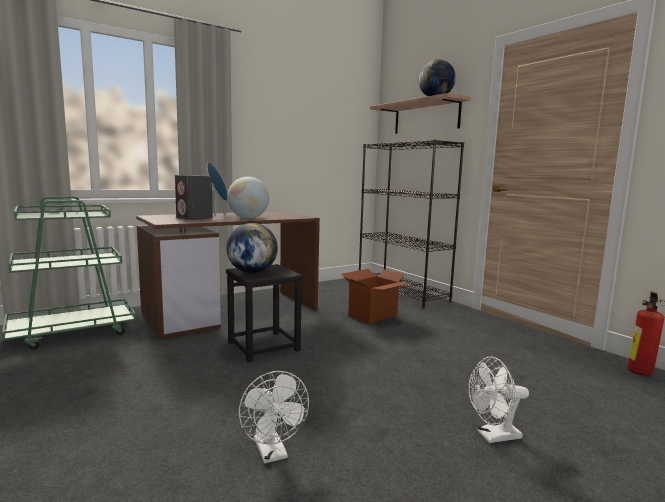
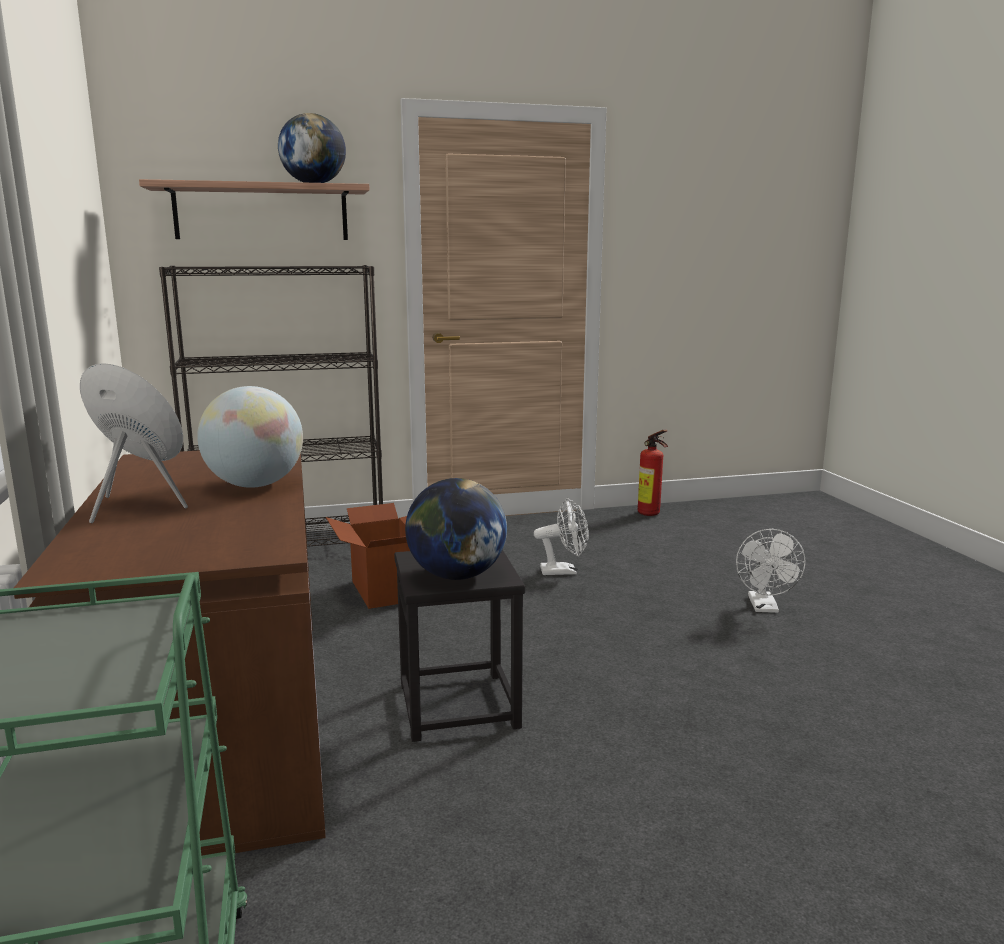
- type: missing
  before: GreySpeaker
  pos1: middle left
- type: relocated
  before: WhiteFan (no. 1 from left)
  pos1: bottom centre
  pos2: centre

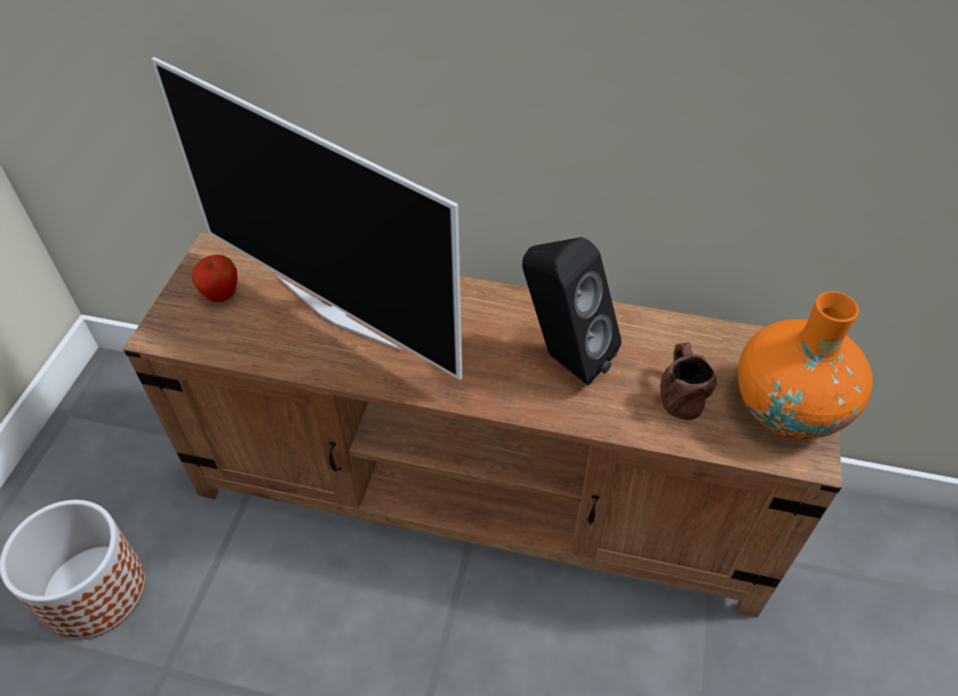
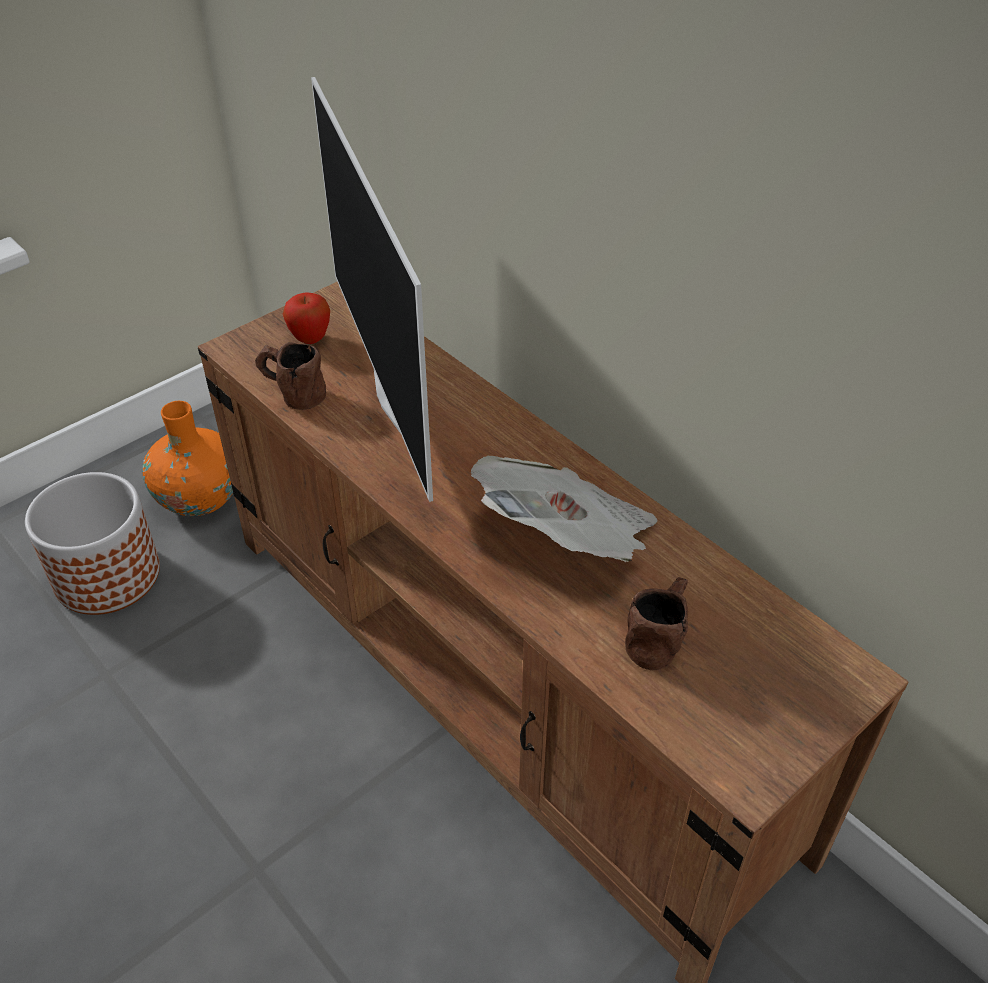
- type: exchanged
  before: BlackSpeaker
  after: Newspaper
  pos1: centre
  pos2: centre
- type: relocated
  before: OrangeVase
  pos1: middle right
  pos2: middle left
- type: appeared
  after: BrownMug (no. 1 from left)
  pos2: middle left

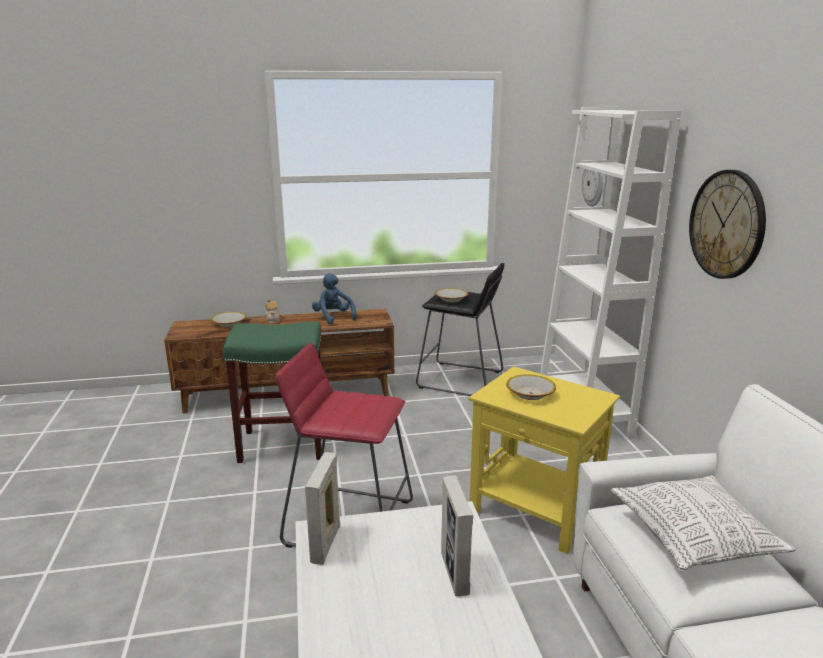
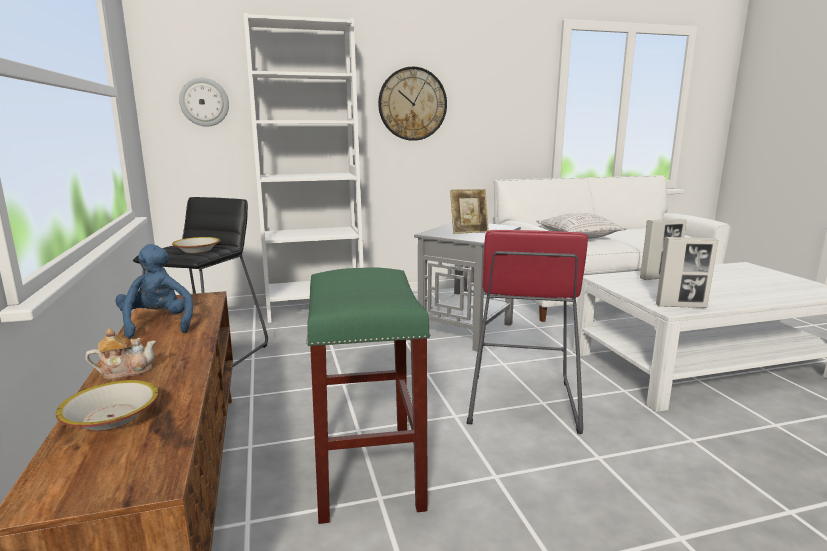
- type: spun
  before: BluePlushToy
  pos1: centre
  pos2: middle left
  turn: 105
- type: colour
  before: YellowSideTable
  after: GreySideTable
  pos1: bottom centre
  pos2: centre
- type: exchanged
  before: Bowl (no. 3 from left)
  after: PictureFrame (no. 1 from left)
  pos1: centre
  pos2: centre

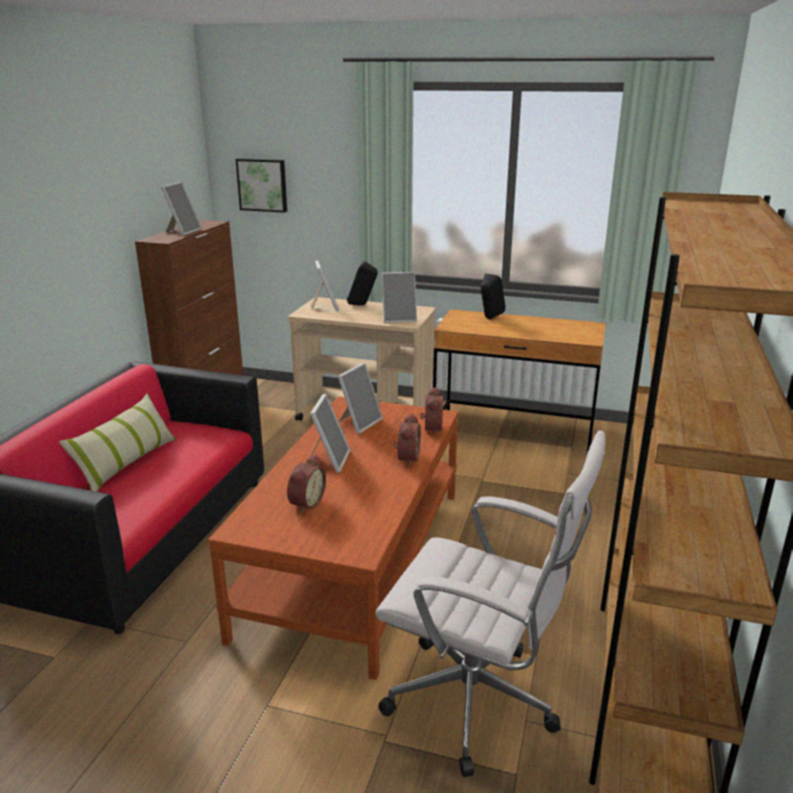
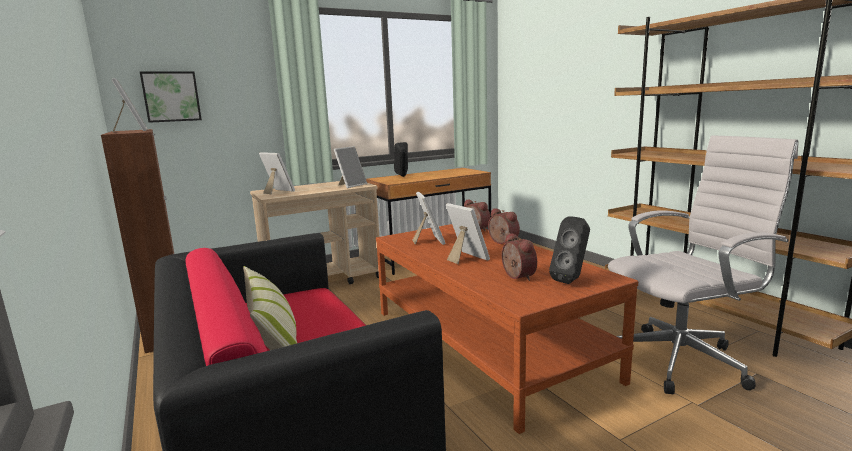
- type: relocated
  before: BlackSpeaker (no. 1 from left in the first image)
  after: BlackSpeaker (no. 2 from left)
  pos1: centre
  pos2: middle right

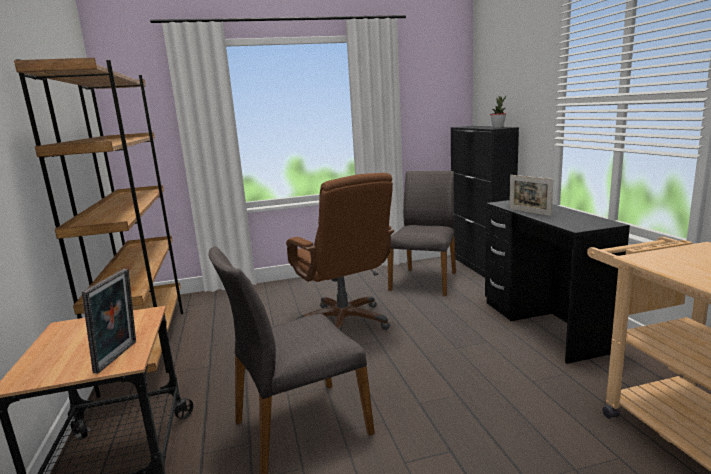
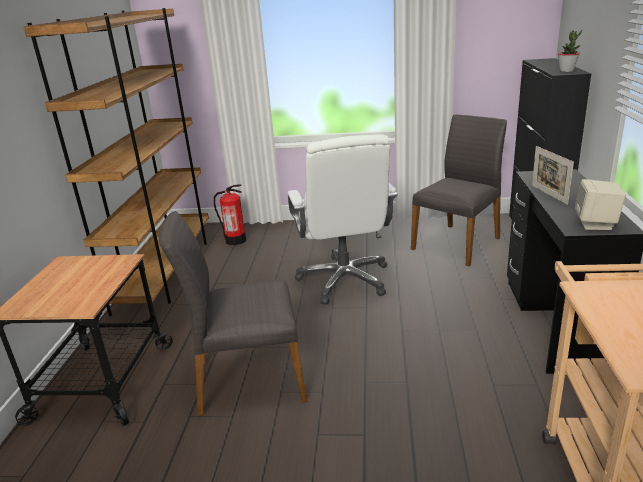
- type: colour
  before: BrownOfficeChair
  after: WhiteOfficeChair
  pos1: centre
  pos2: centre
- type: missing
  before: PictureFrame (no. 1 from left)
  pos1: bottom left
- type: appeared
  after: BeigeSpeaker
  pos2: middle right
- type: appeared
  after: FireExtinguisher
  pos2: centre

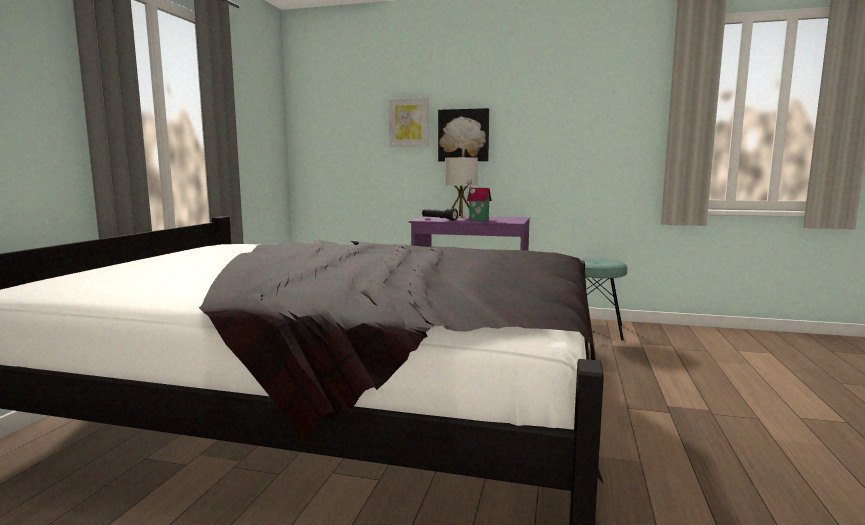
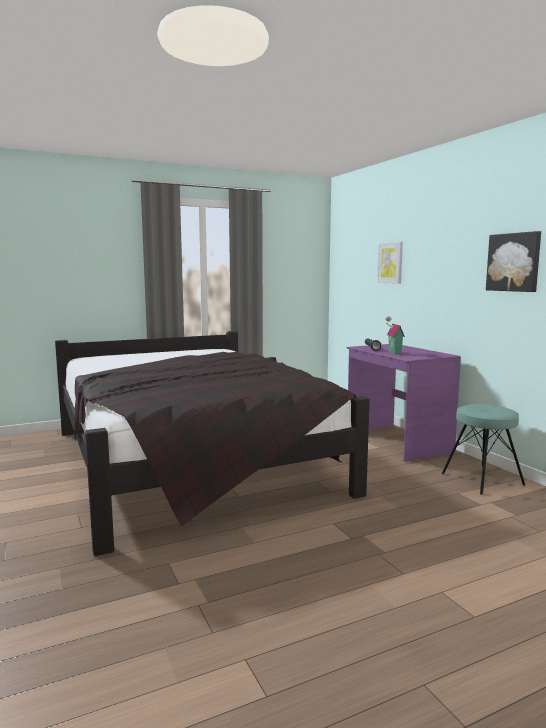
- type: relocated
  before: Picture (no. 2 from left)
  pos1: top centre
  pos2: middle right
- type: missing
  before: TableLamp
  pos1: centre

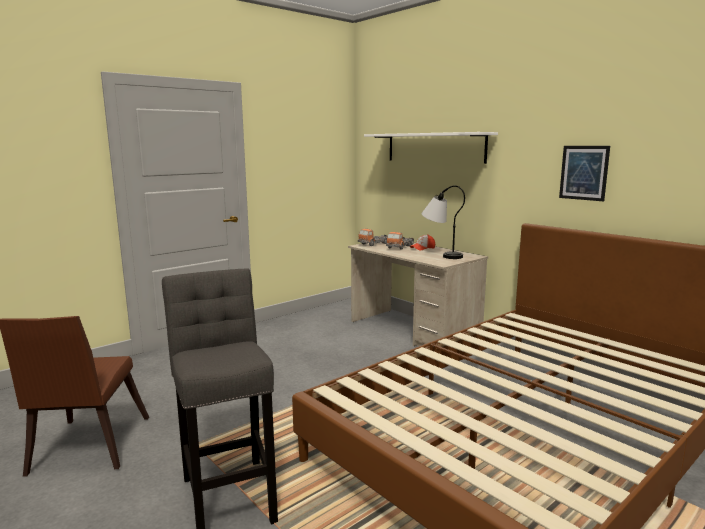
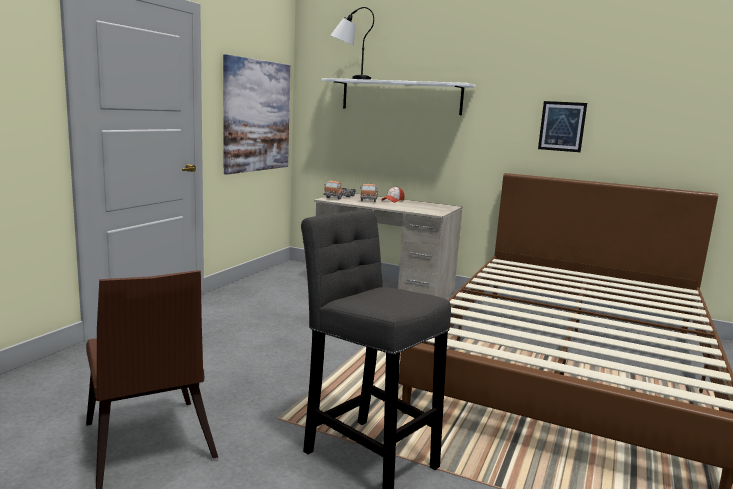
- type: relocated
  before: TableLamp
  pos1: centre
  pos2: top centre
- type: appeared
  after: Picture (no. 1 from left)
  pos2: top centre

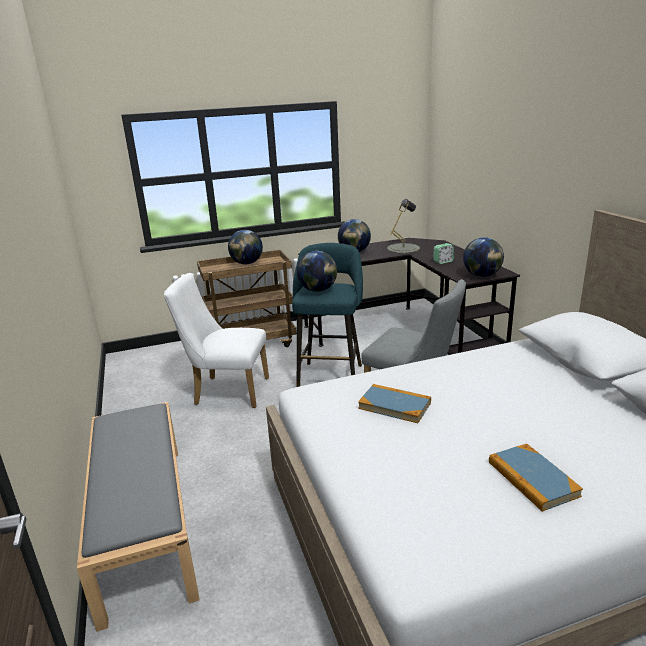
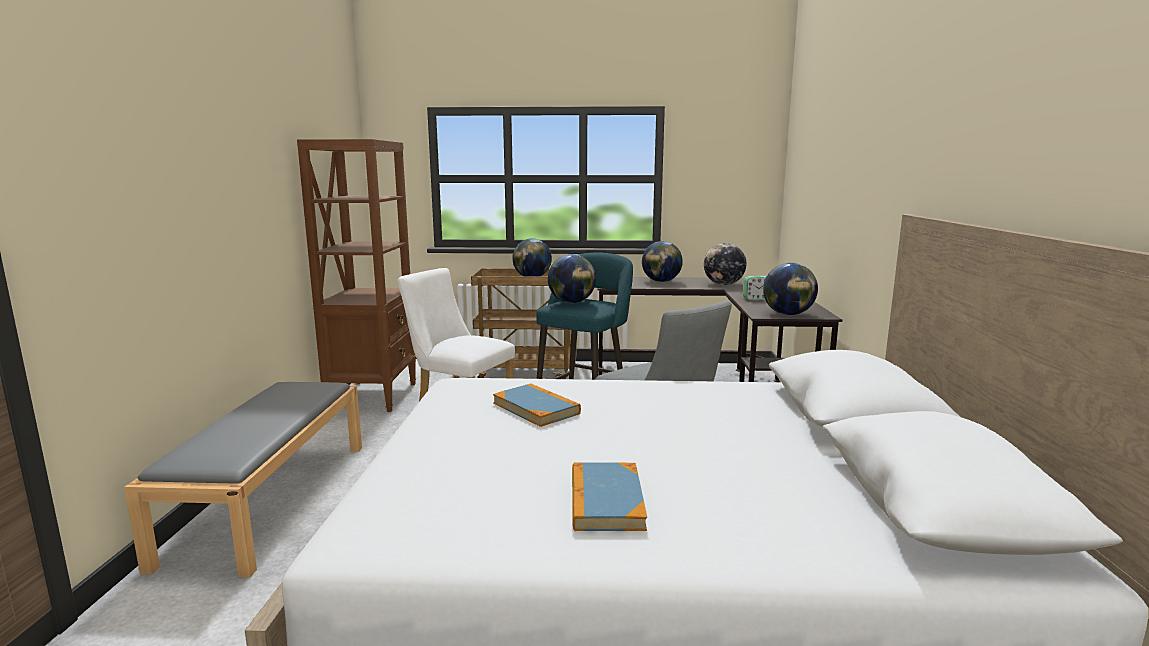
- type: exchanged
  before: GreyTableLamp
  after: Globe (no. 4 from left)
  pos1: centre
  pos2: centre
- type: appeared
  after: BrownBookcase
  pos2: middle left

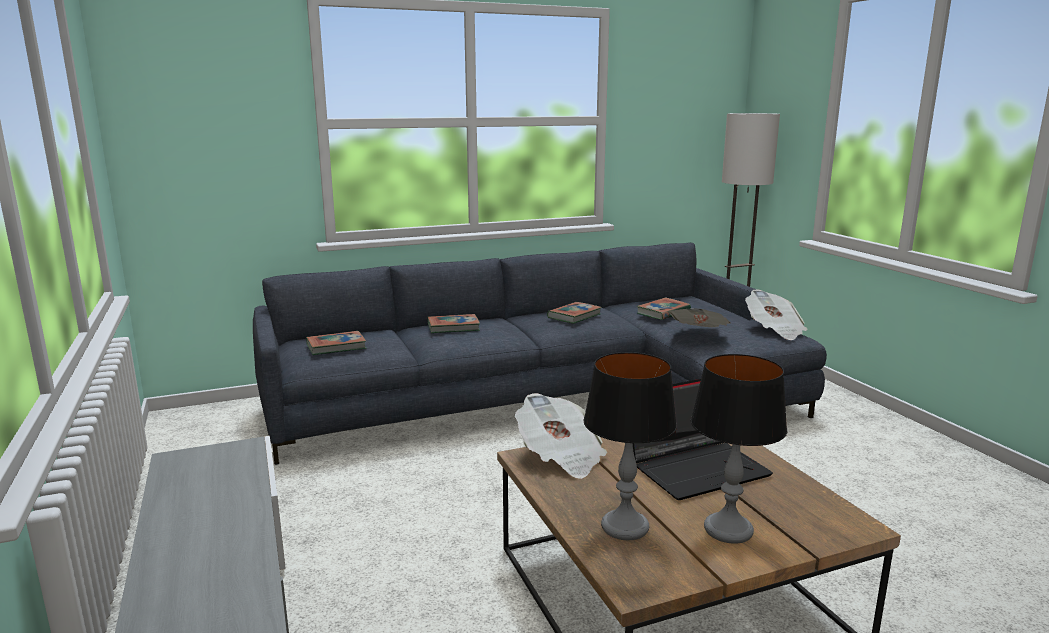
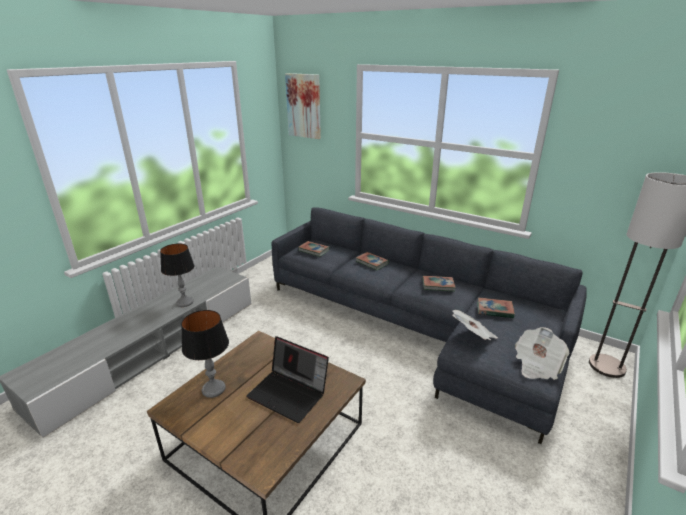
- type: relocated
  before: TableLamp (no. 2 from left in the first image)
  after: TableLamp (no. 1 from left)
  pos1: bottom right
  pos2: middle left
- type: missing
  before: Newspaper (no. 1 from left)
  pos1: bottom centre
- type: appeared
  after: Picture
  pos2: top centre

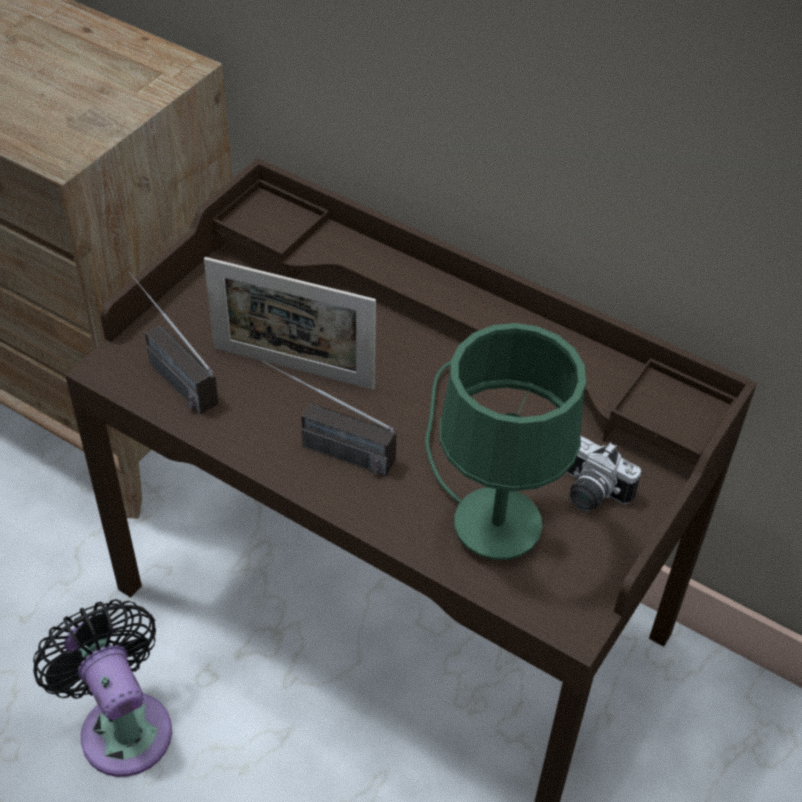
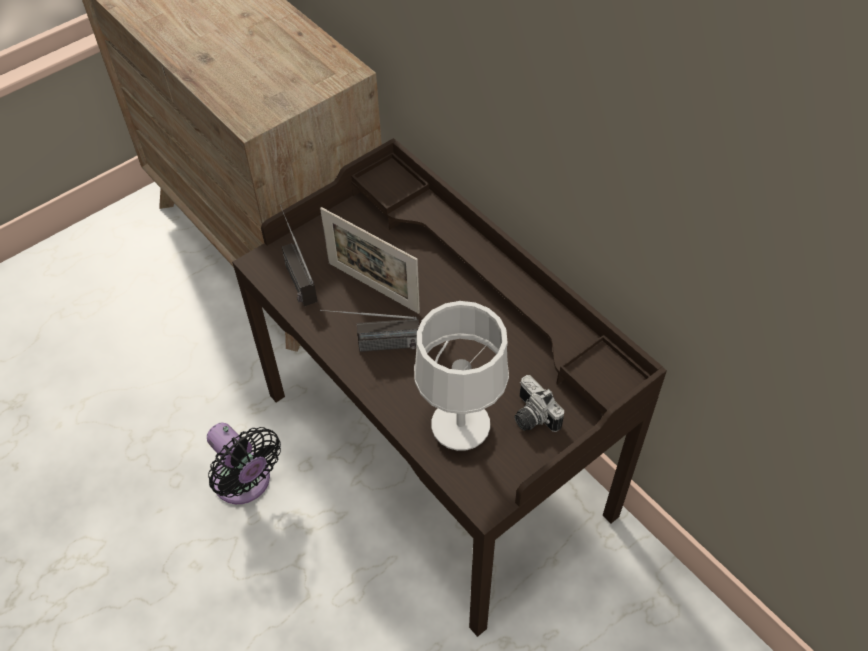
- type: colour
  before: GreenTableLamp
  after: WhiteTableLamp
  pos1: centre
  pos2: centre
- type: spun
  before: Radio (no. 2 from left)
  pos1: centre
  pos2: centre
  turn: -45
- type: spun
  before: BlackFan
  pos1: bottom left
  pos2: bottom left
  turn: 150

